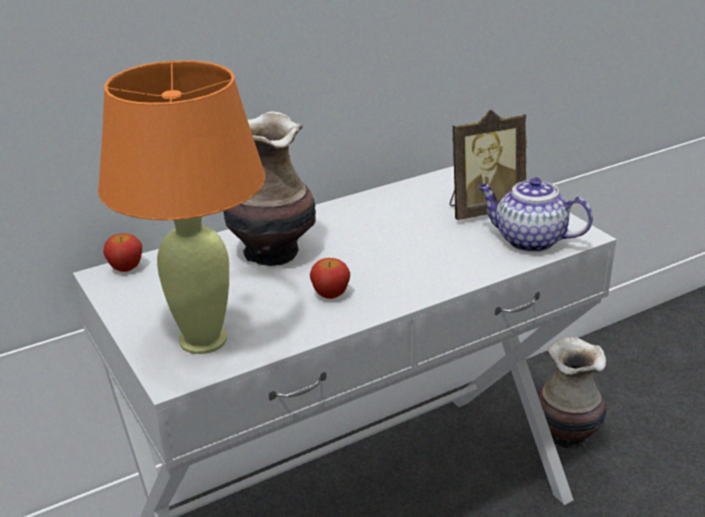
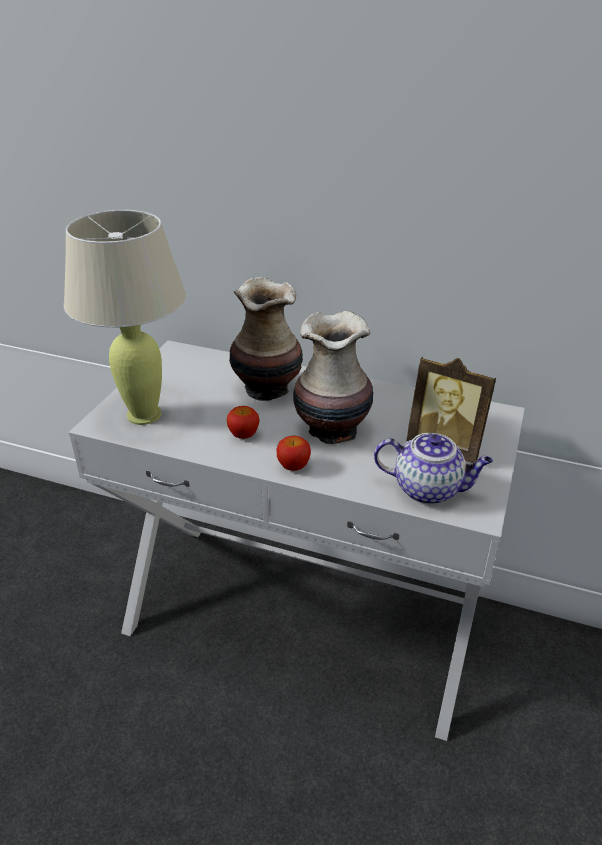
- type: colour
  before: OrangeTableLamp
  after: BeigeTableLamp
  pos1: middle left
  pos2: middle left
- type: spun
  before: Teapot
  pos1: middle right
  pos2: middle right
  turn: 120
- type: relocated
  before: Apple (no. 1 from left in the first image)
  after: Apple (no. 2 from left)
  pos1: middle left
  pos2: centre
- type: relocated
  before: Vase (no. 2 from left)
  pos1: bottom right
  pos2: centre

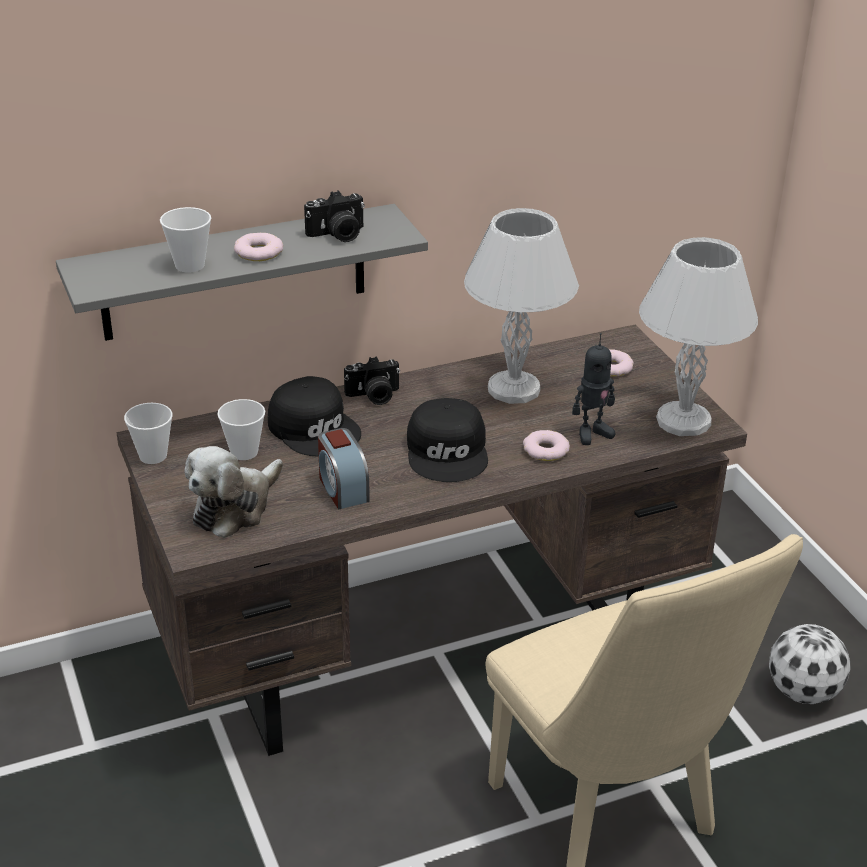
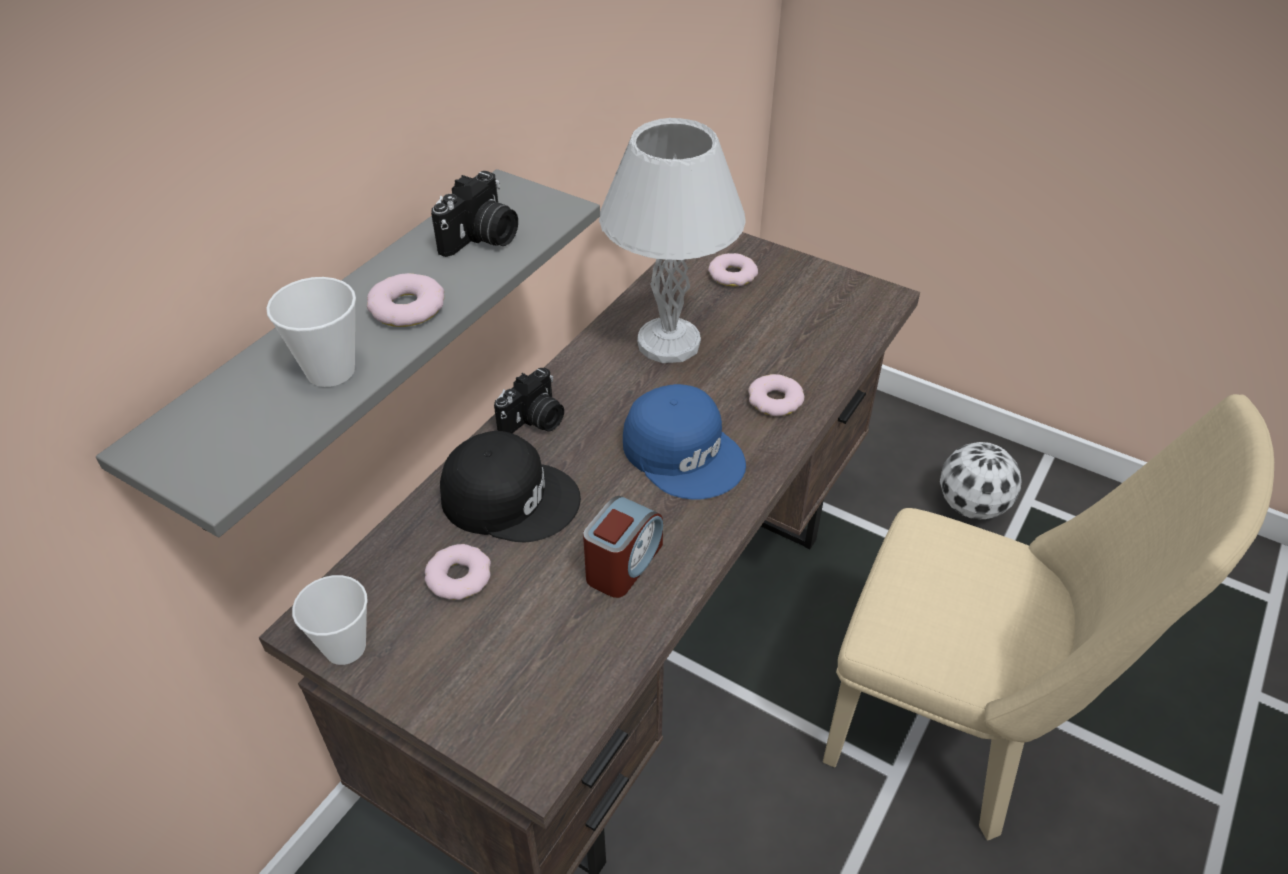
- type: missing
  before: WhiteTableLamp (no. 2 from left)
  pos1: middle right
- type: missing
  before: ToyRobot
  pos1: middle right
- type: colour
  before: BlackCap (no. 2 from left)
  after: BlueCap
  pos1: centre
  pos2: centre
- type: exchanged
  before: Cup (no. 3 from left)
  after: Donut (no. 2 from left)
  pos1: middle left
  pos2: centre
- type: spun
  before: AlarmClock
  pos1: centre
  pos2: centre
  turn: -90
- type: missing
  before: PlushToy
  pos1: middle left

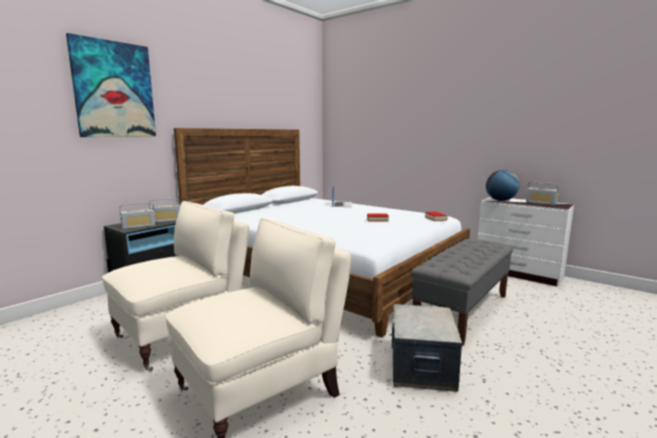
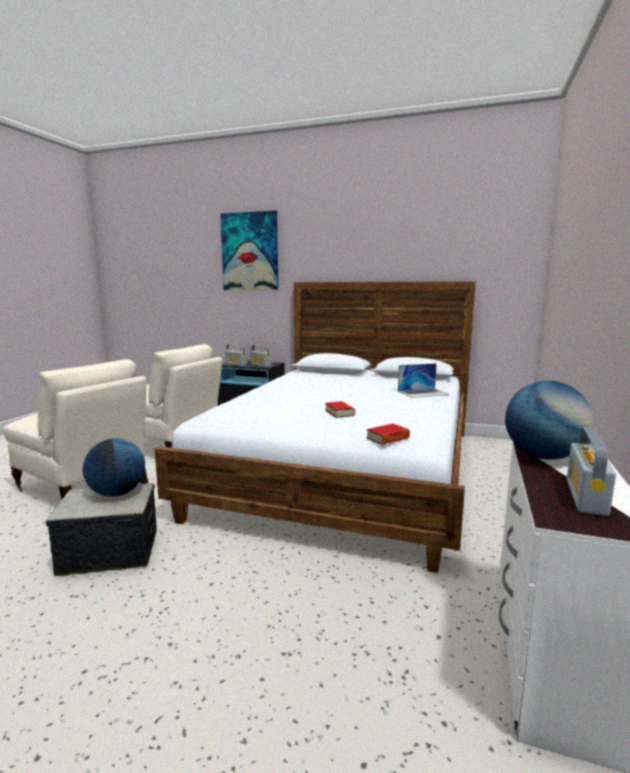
- type: missing
  before: GreyBench
  pos1: bottom right
- type: appeared
  after: Globe (no. 1 from left)
  pos2: middle left

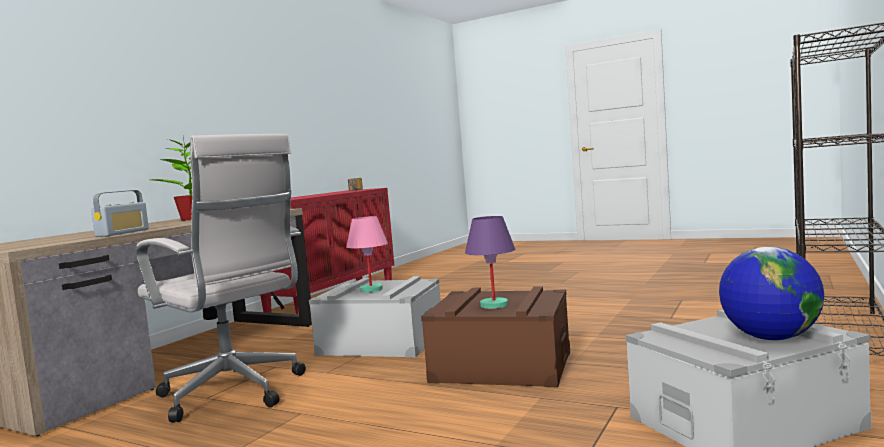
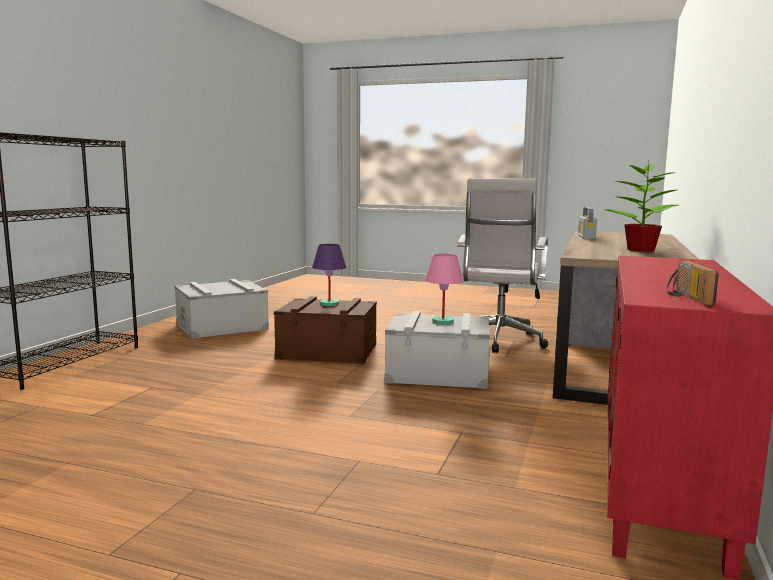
- type: spun
  before: WhiteOfficeChair
  pos1: middle left
  pos2: centre
  turn: -105
- type: missing
  before: Globe
  pos1: middle right

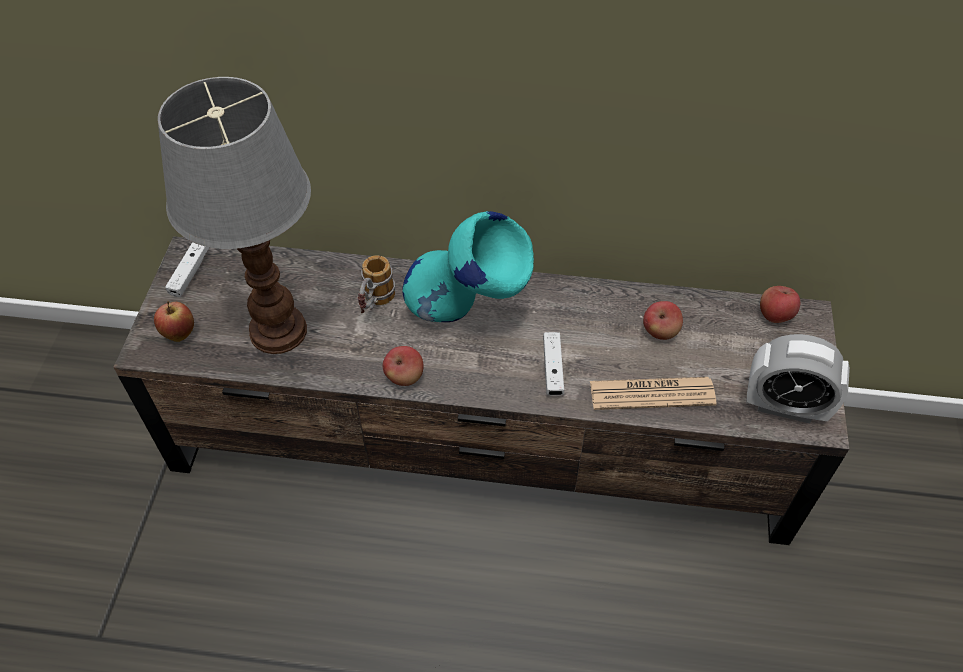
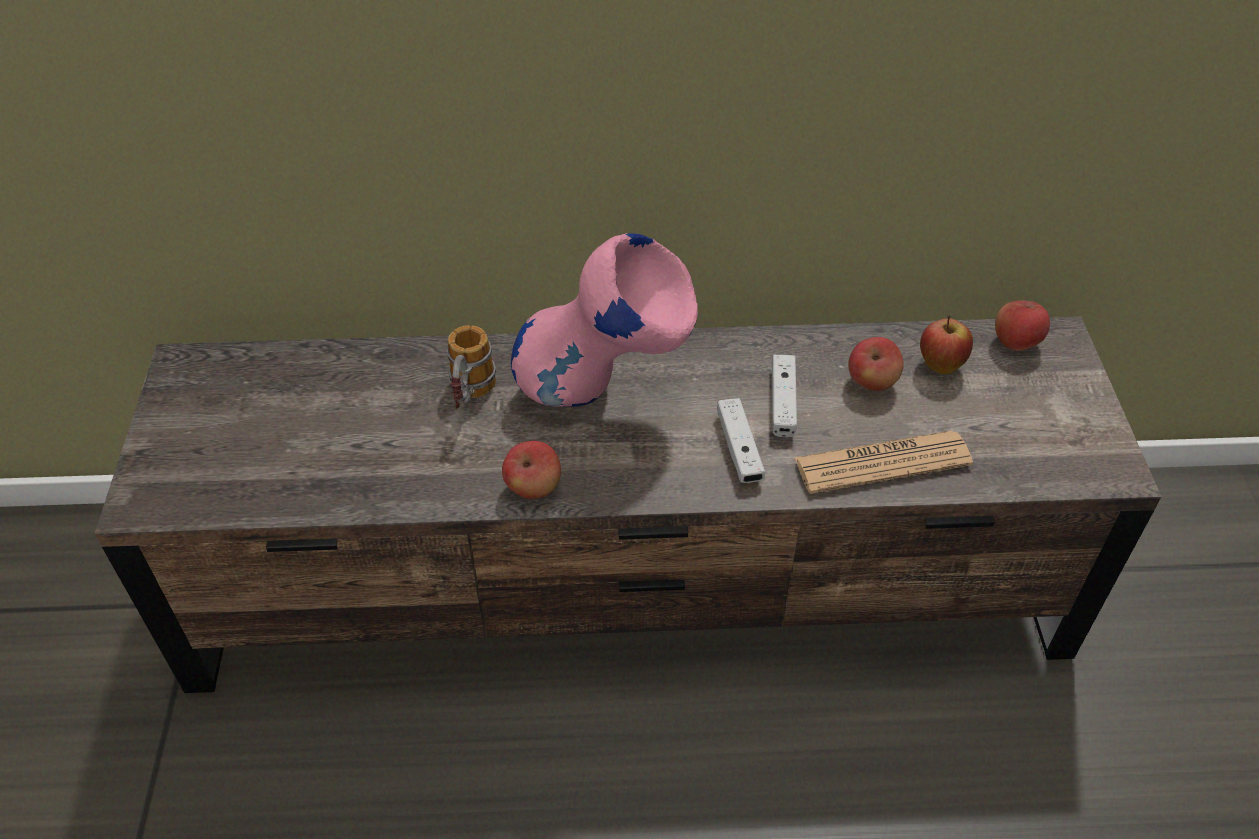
- type: missing
  before: TableLamp
  pos1: top left
- type: colour
  before: TurquoiseVase
  after: PinkVase
  pos1: centre
  pos2: centre
- type: relocated
  before: WhiteGameController (no. 1 from left in the first image)
  after: WhiteGameController (no. 2 from left)
  pos1: middle left
  pos2: centre
- type: relocated
  before: Apple (no. 1 from left in the first image)
  after: Apple (no. 3 from left)
  pos1: middle left
  pos2: middle right
- type: missing
  before: AlarmClock
  pos1: middle right

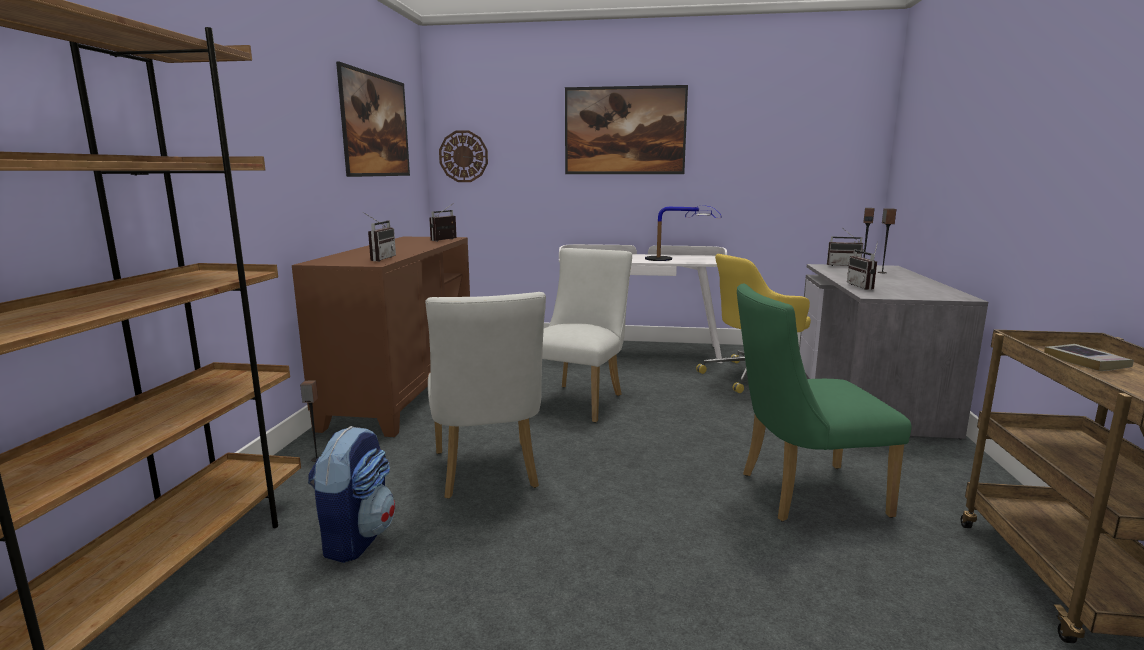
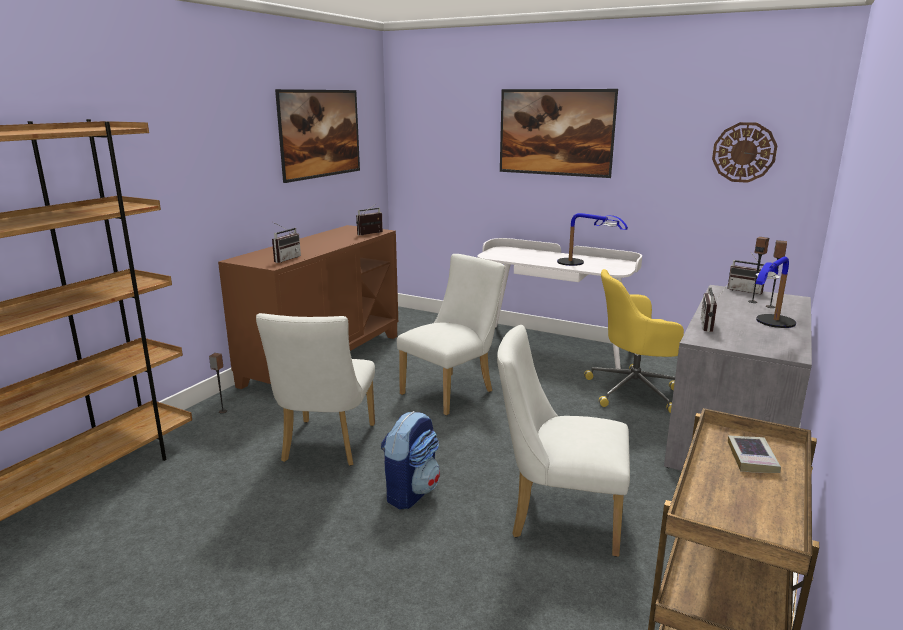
- type: relocated
  before: WallClock
  pos1: top centre
  pos2: top right
- type: colour
  before: GreenChair
  after: WhiteChair (no. 3 from left)
  pos1: middle right
  pos2: bottom centre
- type: relocated
  before: Backpack
  pos1: bottom left
  pos2: bottom centre
- type: appeared
  after: TableLamp (no. 2 from left)
  pos2: middle right

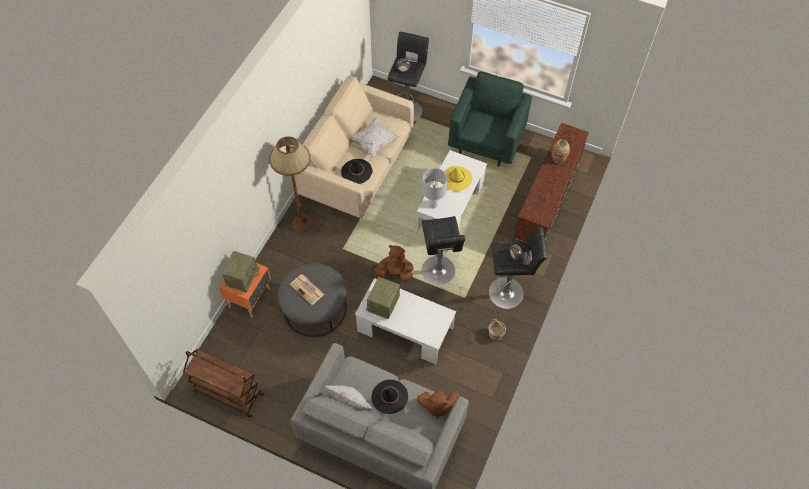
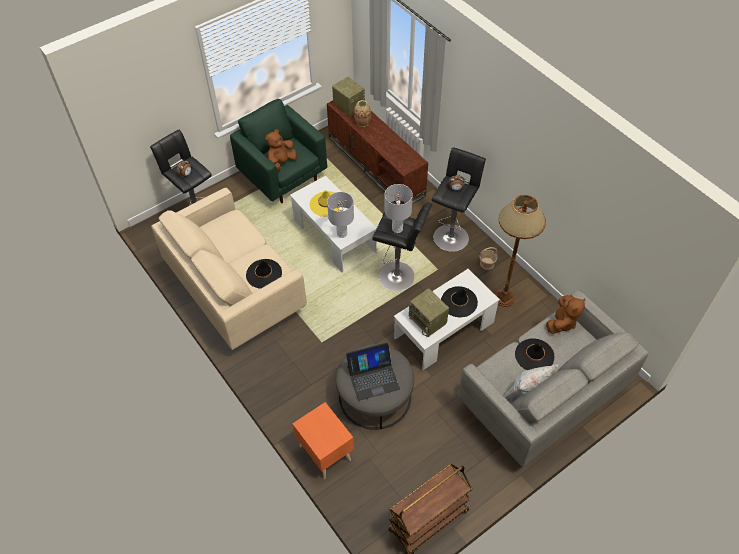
- type: missing
  before: WhitePillow (no. 2 from left)
  pos1: top centre
- type: relocated
  before: BrownFloorLamp
  pos1: centre
  pos2: middle right
- type: relocated
  before: BrownPlushToy (no. 1 from left)
  pos1: centre
  pos2: top centre
- type: relocated
  before: Radio (no. 1 from left)
  pos1: middle left
  pos2: top centre
- type: exchanged
  before: Newspaper
  after: Laptop
  pos1: centre
  pos2: bottom centre
- type: appeared
  after: GreyTableLamp (no. 2 from left)
  pos2: centre
- type: appeared
  after: BlackHat (no. 2 from left)
  pos2: centre

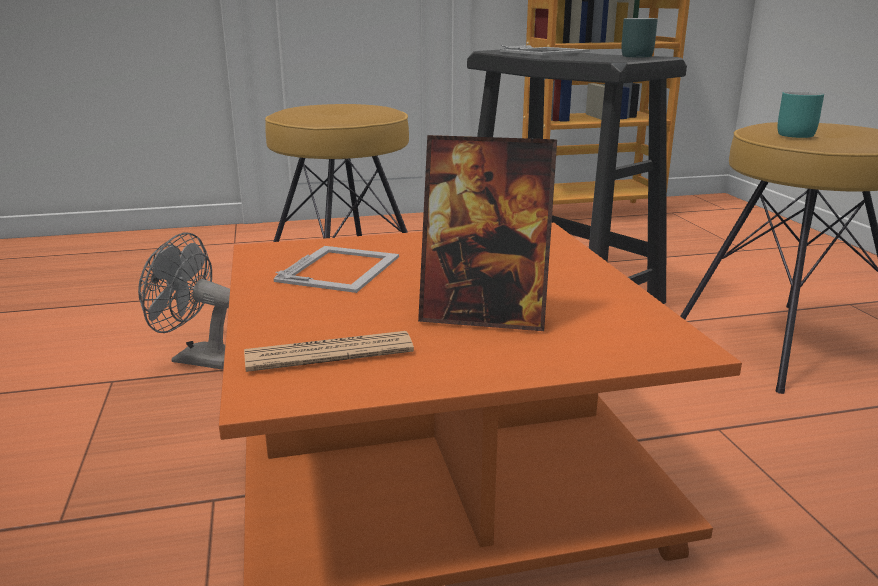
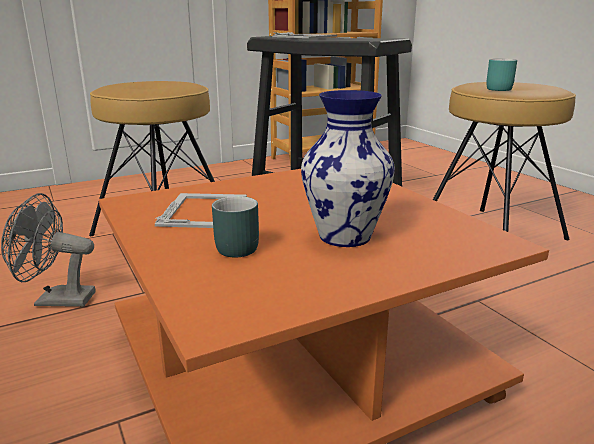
- type: relocated
  before: TurquoiseMug (no. 1 from left)
  pos1: top right
  pos2: centre
- type: exchanged
  before: PictureFrame (no. 2 from left)
  after: Vase
  pos1: centre
  pos2: centre
- type: missing
  before: Newspaper
  pos1: centre

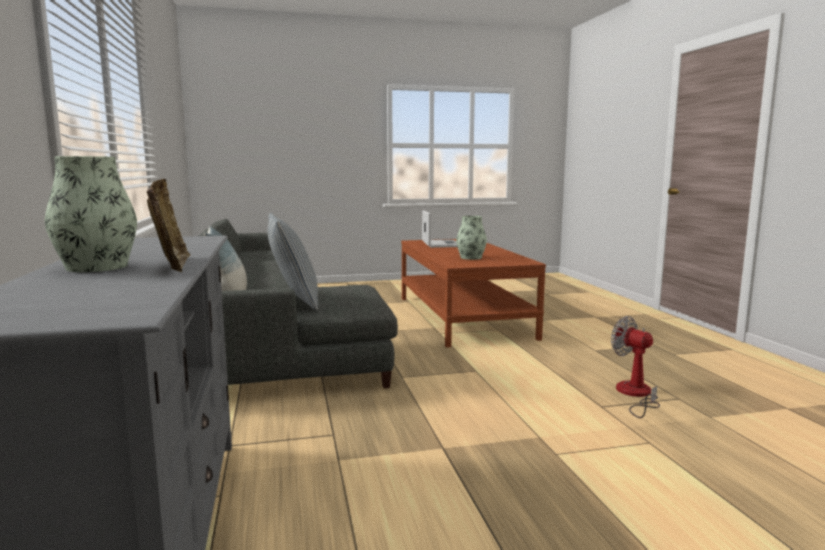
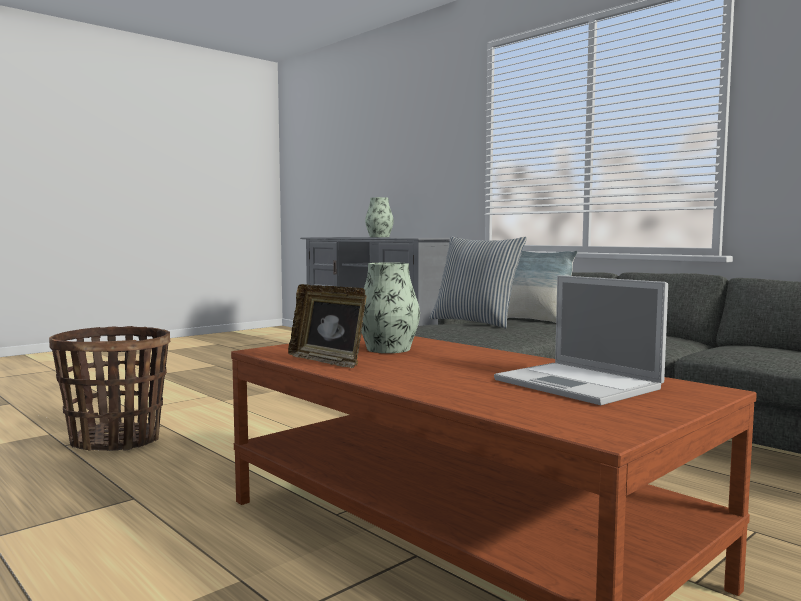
- type: relocated
  before: PictureFrame
  pos1: middle left
  pos2: centre
- type: exchanged
  before: Fan
  after: Basket
  pos1: bottom right
  pos2: middle left

